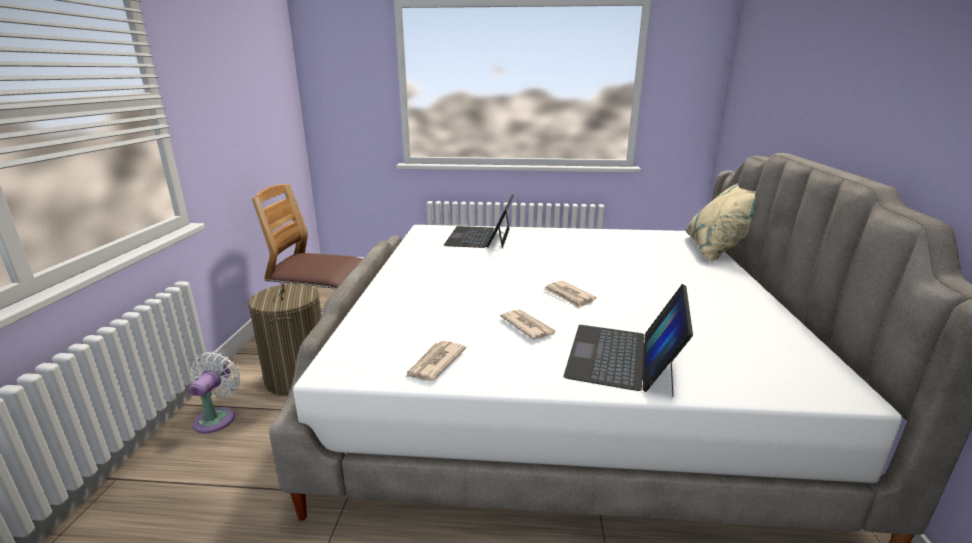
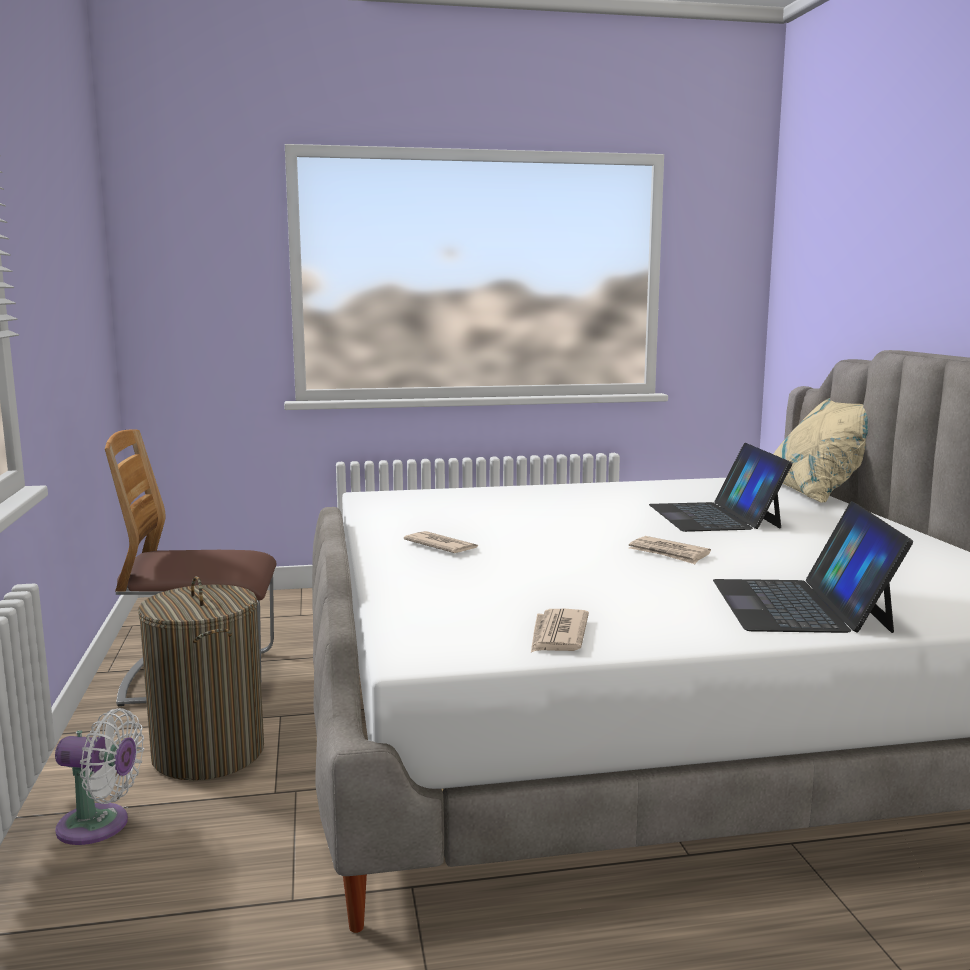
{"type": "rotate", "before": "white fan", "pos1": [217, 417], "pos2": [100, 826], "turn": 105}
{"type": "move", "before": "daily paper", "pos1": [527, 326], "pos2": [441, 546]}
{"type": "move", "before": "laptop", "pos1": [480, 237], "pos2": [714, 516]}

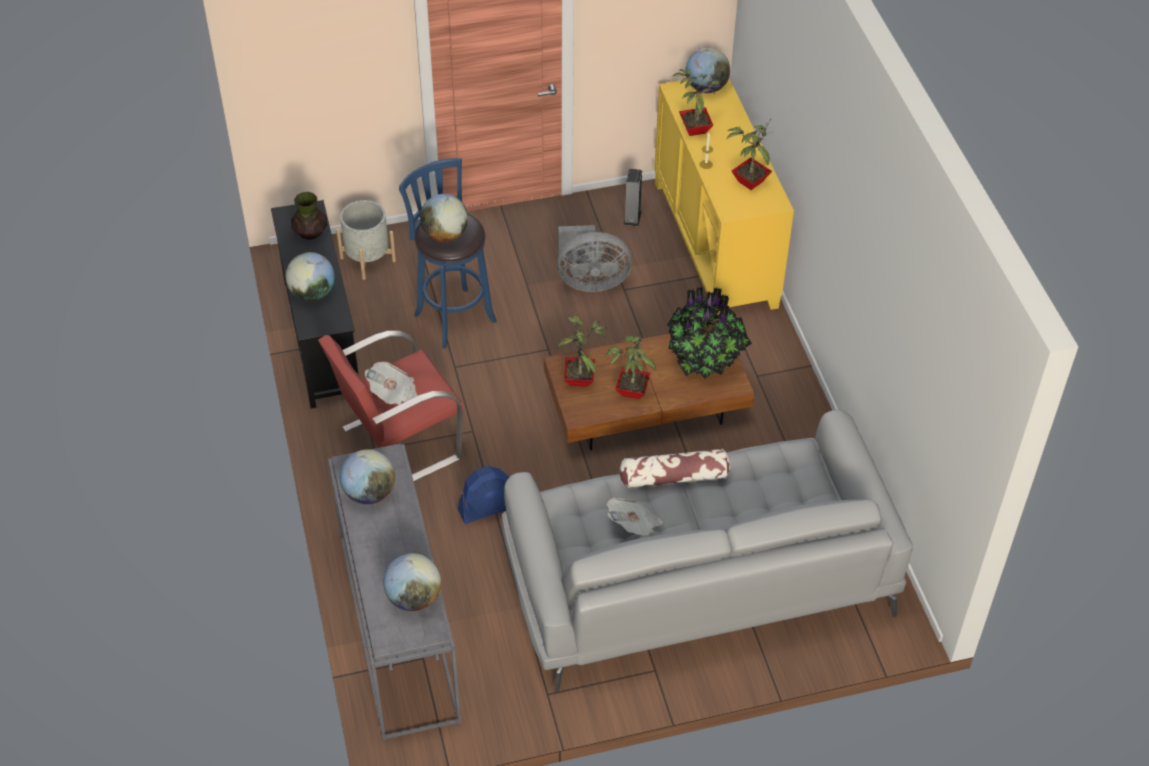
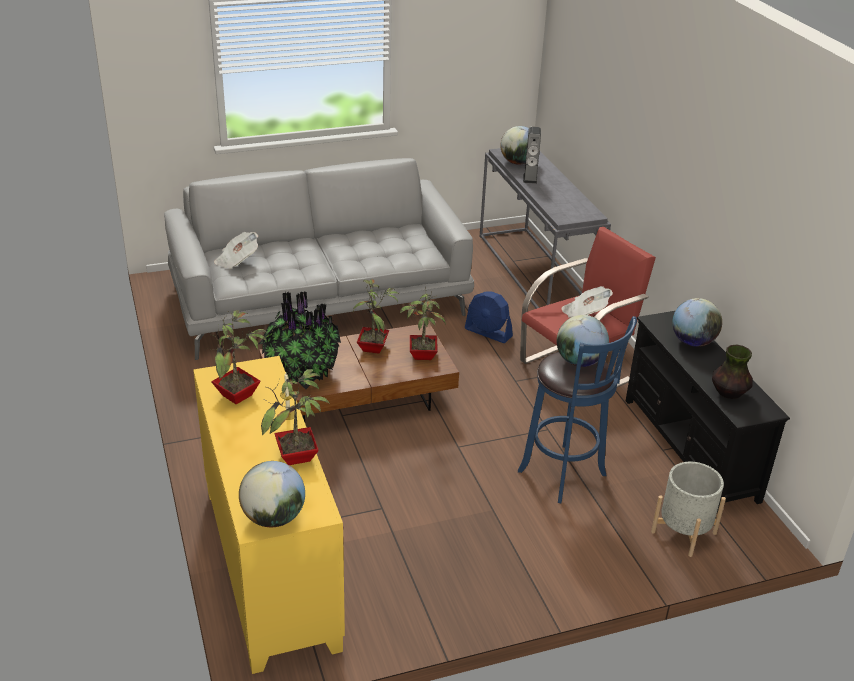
{"type": "move", "before": "daily paper", "pos1": [634, 525], "pos2": [237, 261]}
{"type": "rotate", "before": "blue-coloured fan", "pos1": [488, 508], "pos2": [488, 333], "turn": -120}
{"type": "move", "before": "speaker", "pos1": [632, 217], "pos2": [530, 178]}
{"type": "delete", "before": "globe", "pos1": [369, 493]}
{"type": "delete", "before": "grey fan", "pos1": [590, 281]}
{"type": "delete", "before": "cushion", "pos1": [674, 477]}

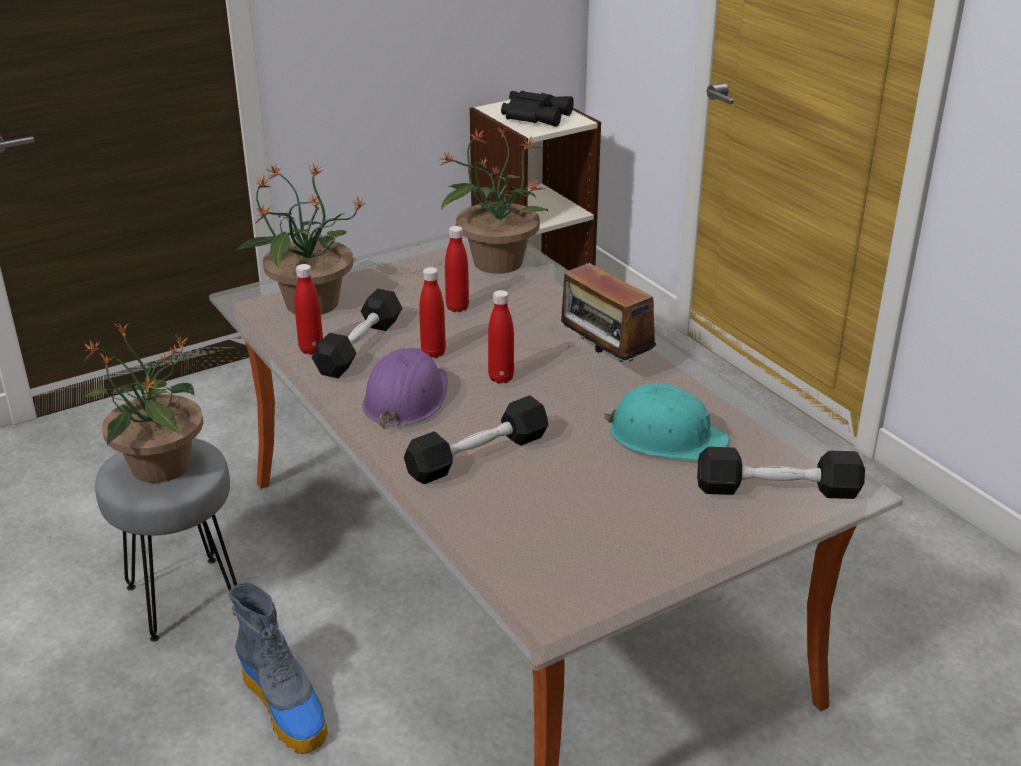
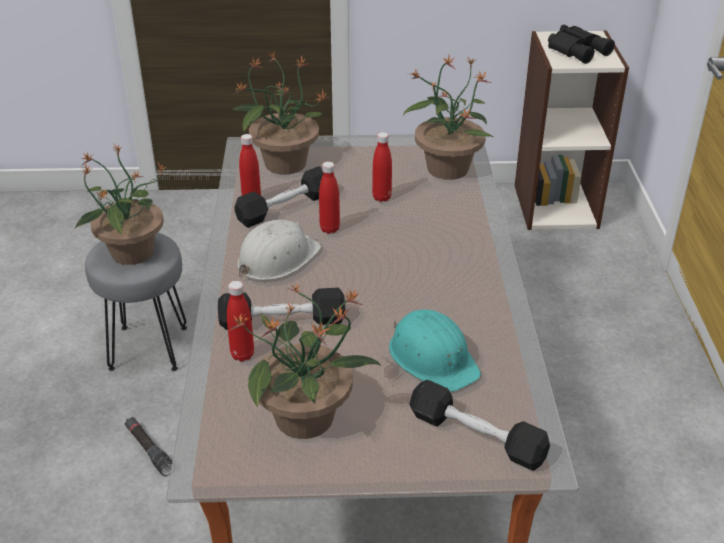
{"type": "replace", "before": "boot", "after": "black hand torch", "pos1": [285, 707], "pos2": [149, 450]}
{"type": "move", "before": "red drink bottle", "pos1": [501, 378], "pos2": [242, 355]}
{"type": "insert", "after": "houseplant", "pos2": [306, 418]}
{"type": "recolor", "before": "purplish work helmet", "after": "white work helmet", "pos1": [406, 398], "pos2": [277, 258]}
{"type": "delete", "before": "radio", "pos1": [604, 362]}

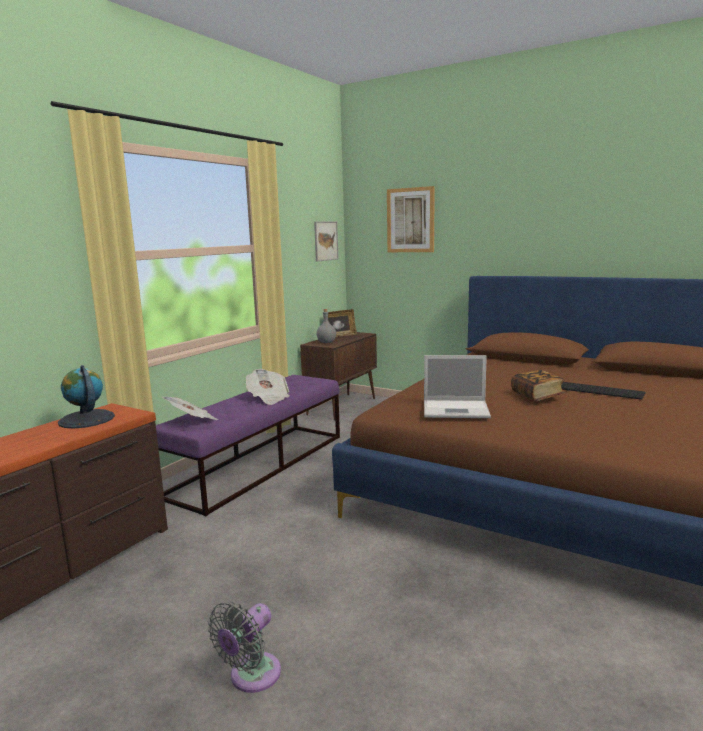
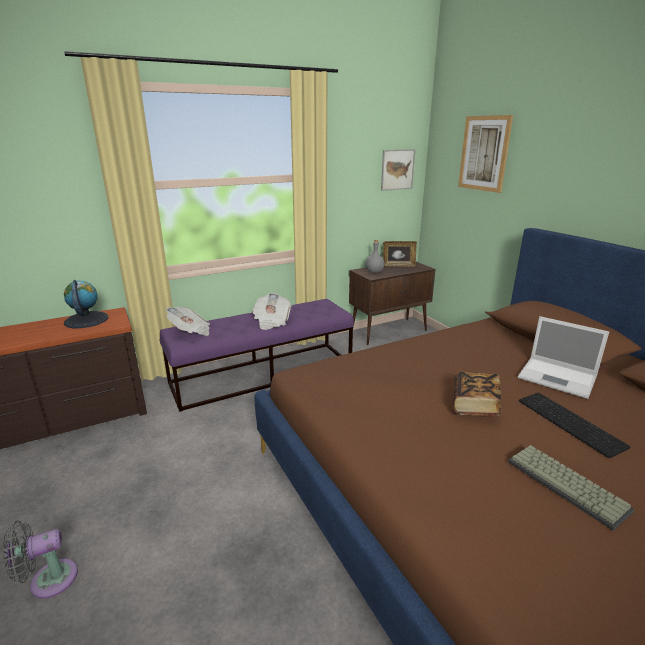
{"type": "insert", "after": "PC keyboard", "pos2": [568, 485]}
{"type": "move", "before": "laptop", "pos1": [457, 409], "pos2": [558, 377]}

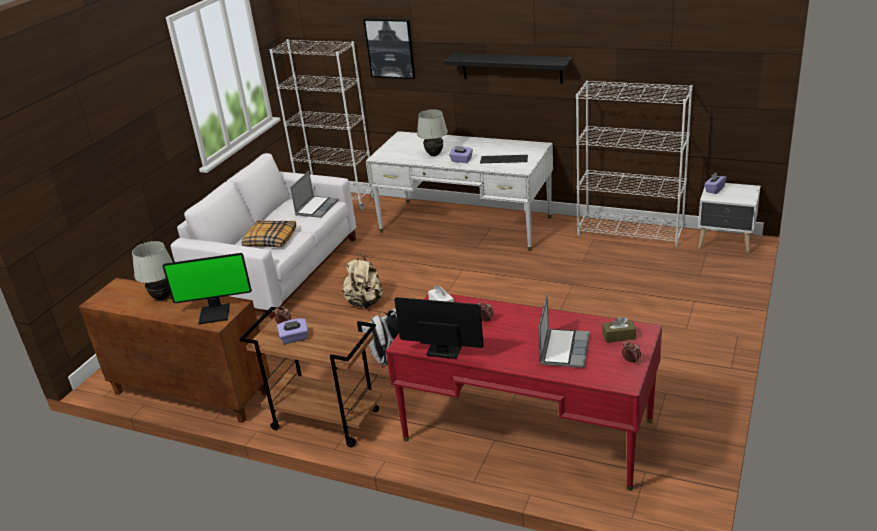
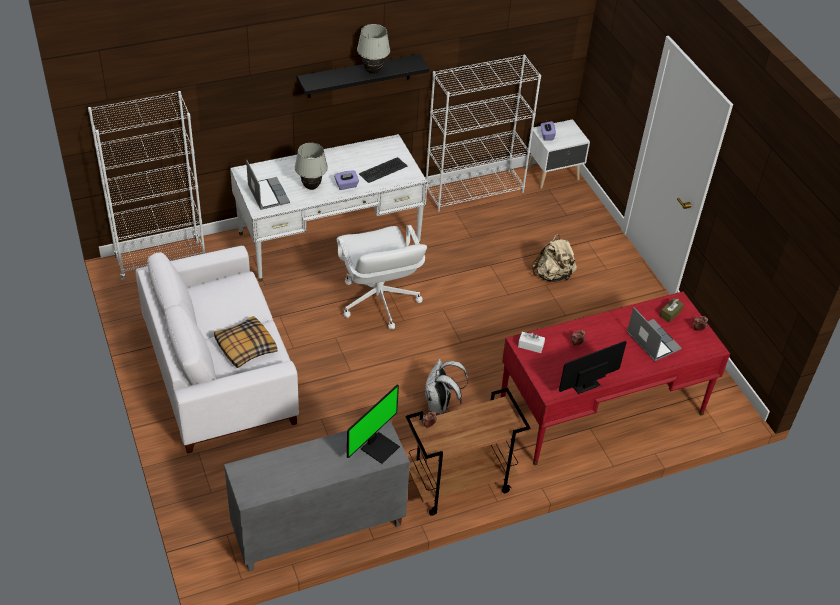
{"type": "recolor", "before": "brown-coloured cupboard", "after": "grey cupboard", "pos1": [190, 393], "pos2": [318, 530]}
{"type": "move", "before": "laptop", "pos1": [316, 207], "pos2": [267, 194]}
{"type": "insert", "after": "white desk chair", "pos2": [378, 302]}
{"type": "move", "before": "white tabletop lamp", "pos1": [162, 298], "pos2": [373, 71]}
{"type": "move", "before": "beige-coloured rucksack", "pos1": [365, 303], "pos2": [553, 275]}
{"type": "delete", "before": "purplish tissue box", "pos1": [294, 338]}
{"type": "delete", "before": "wall art", "pos1": [390, 48]}

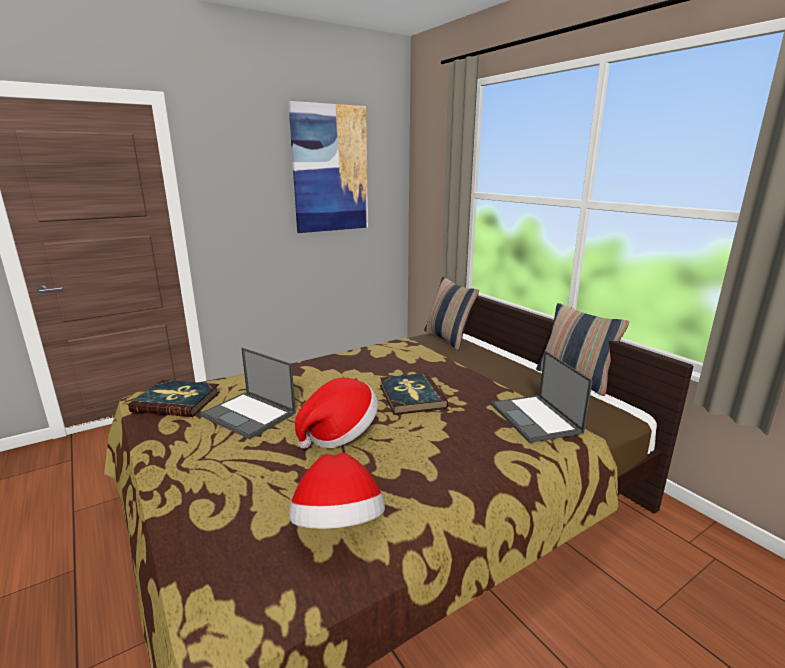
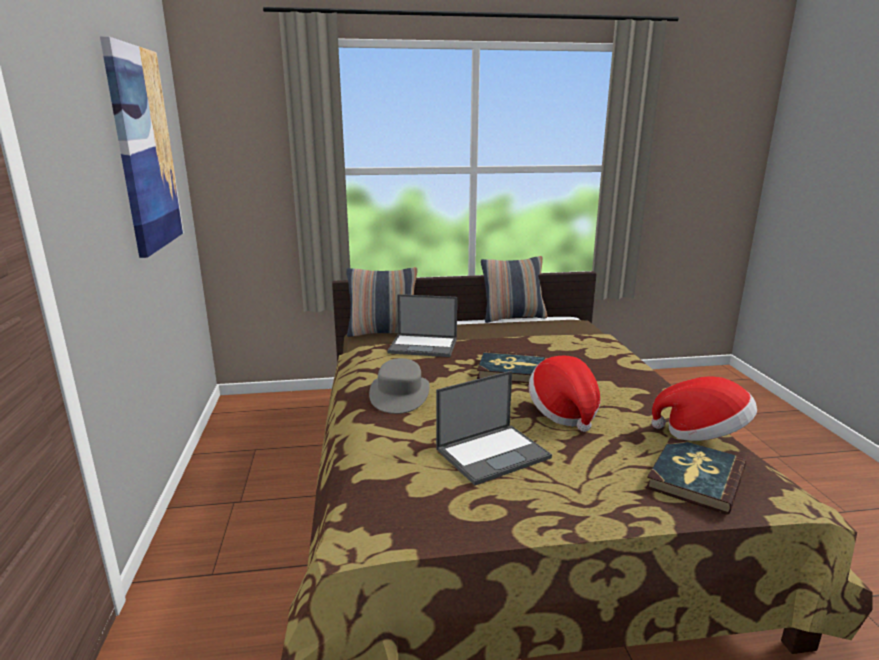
{"type": "insert", "after": "grey wearable hat", "pos2": [400, 394]}
{"type": "move", "before": "laptop", "pos1": [536, 419], "pos2": [424, 346]}
{"type": "move", "before": "book", "pos1": [177, 401], "pos2": [695, 478]}

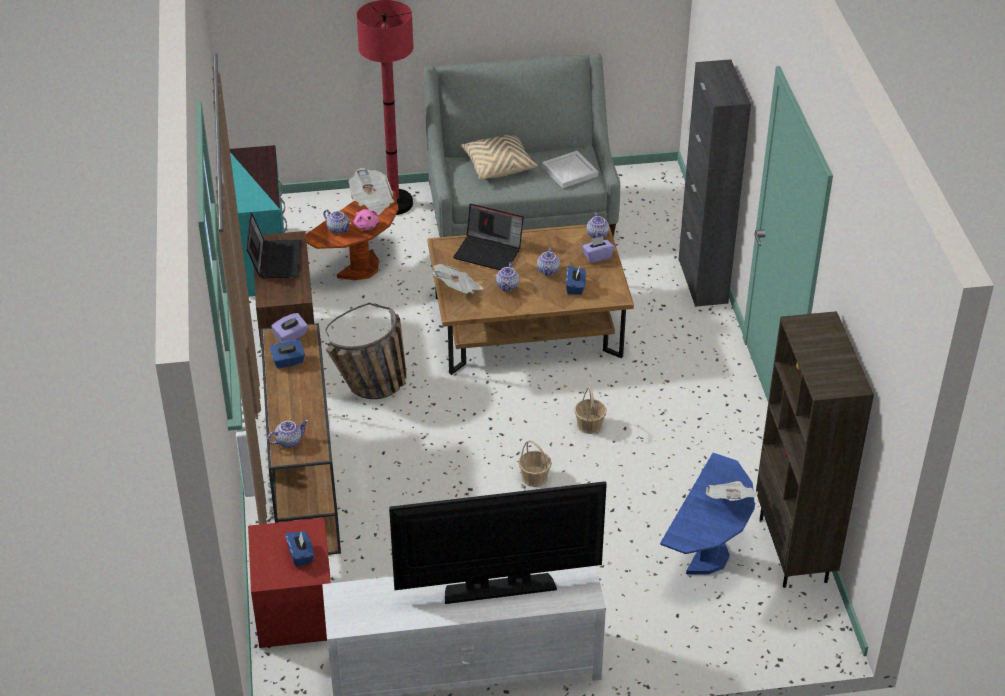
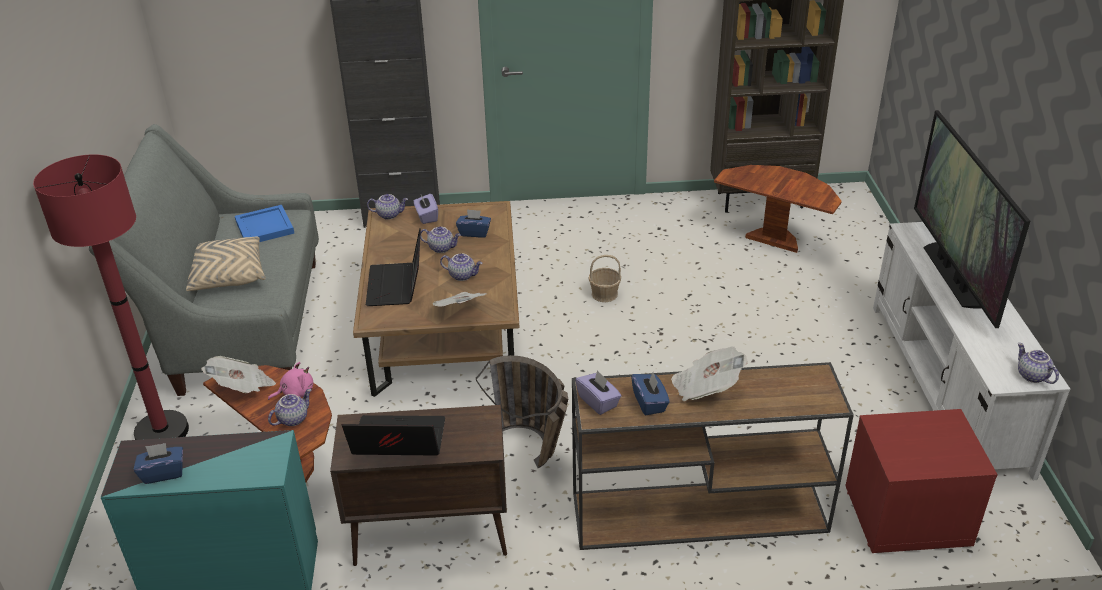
{"type": "move", "before": "blue-coloured tissue box", "pos1": [301, 555], "pos2": [163, 473]}
{"type": "recolor", "before": "white serving tray", "after": "blue-coloured serving tray", "pos1": [570, 171], "pos2": [263, 227]}
{"type": "rotate", "before": "laptop", "pos1": [489, 252], "pos2": [397, 286], "turn": 150}
{"type": "move", "before": "daily paper", "pos1": [730, 501], "pos2": [706, 388]}
{"type": "recolor", "before": "blue-coloured side table", "after": "brown-coloured side table", "pos1": [707, 556], "pos2": [774, 240]}
{"type": "move", "before": "tea pot", "pos1": [289, 441], "pos2": [1031, 376]}
{"type": "delete", "before": "basket", "pos1": [534, 477]}

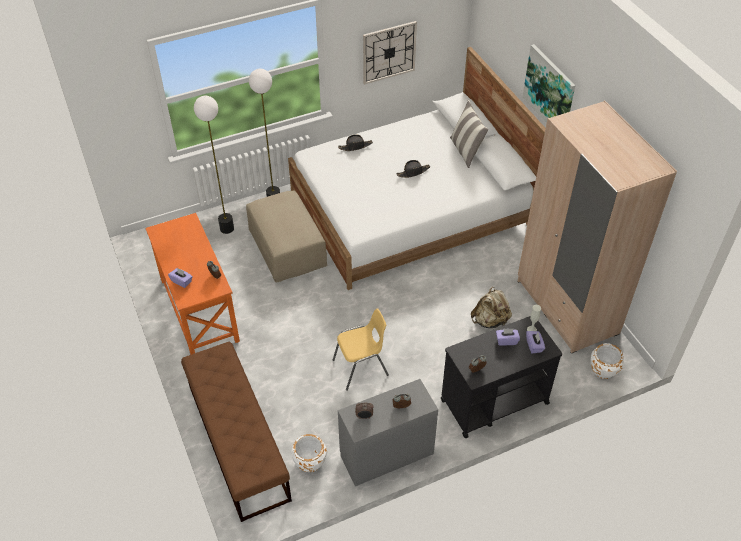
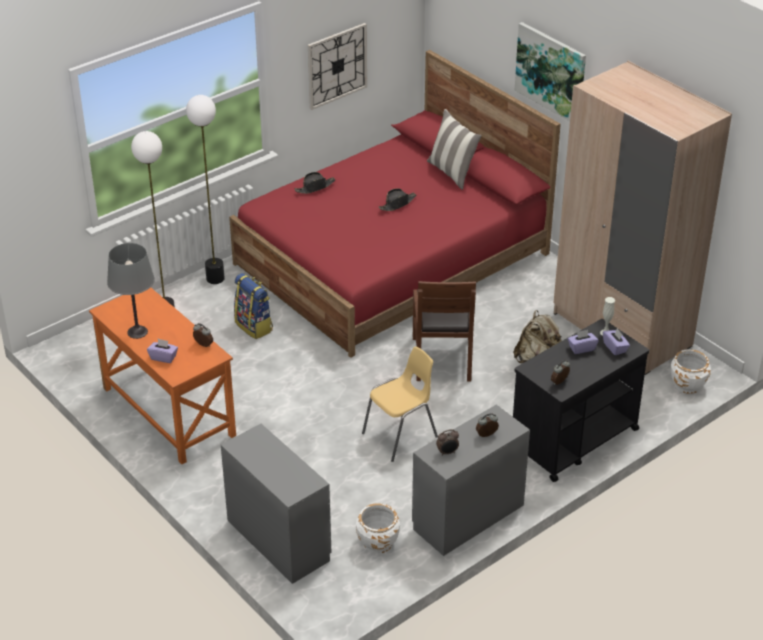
{"type": "insert", "after": "grey tabletop lamp", "pos2": [137, 332]}
{"type": "replace", "before": "brown-coloured long seat", "after": "grey drawer chest", "pos1": [238, 441], "pos2": [279, 539]}
{"type": "recolor", "before": "white bed", "after": "red bed", "pos1": [410, 208], "pos2": [393, 259]}
{"type": "replace", "before": "beige-coloured ottoman", "after": "rucksack", "pos1": [287, 248], "pos2": [254, 326]}
{"type": "insert", "after": "brown-coloured chair", "pos2": [442, 358]}

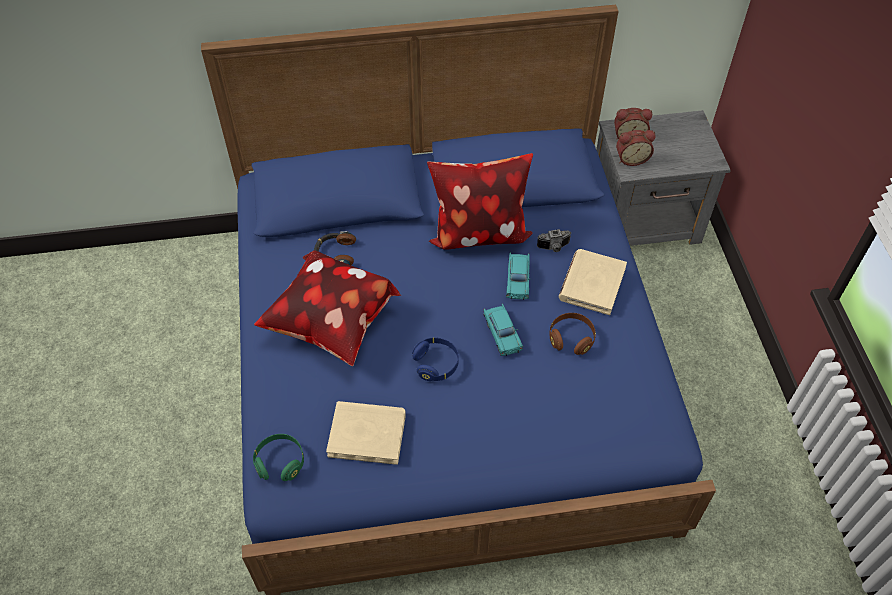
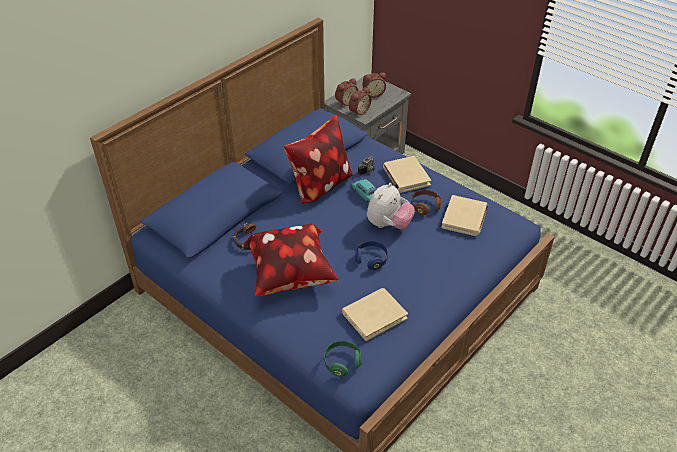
{"type": "insert", "after": "bedside clock", "pos2": [373, 94]}
{"type": "replace", "before": "turquoise-coloured miniature car", "after": "soft toy", "pos1": [502, 333], "pos2": [388, 224]}
{"type": "insert", "after": "beige-coloured book", "pos2": [464, 218]}

